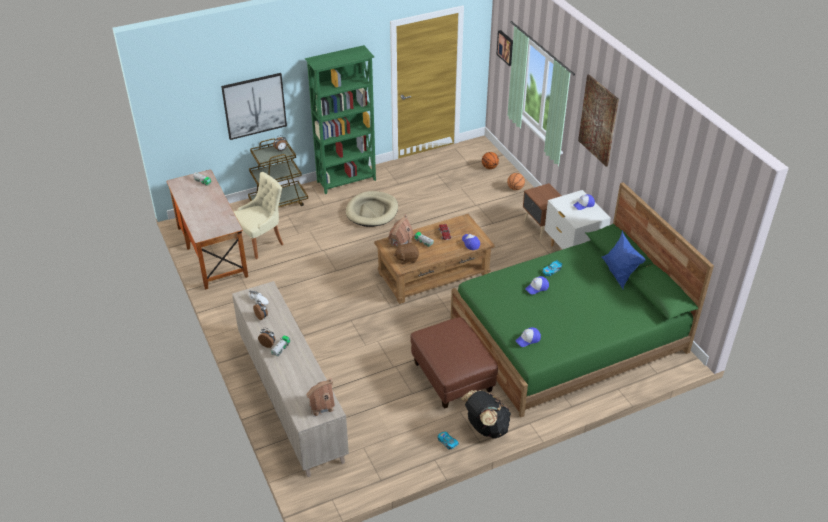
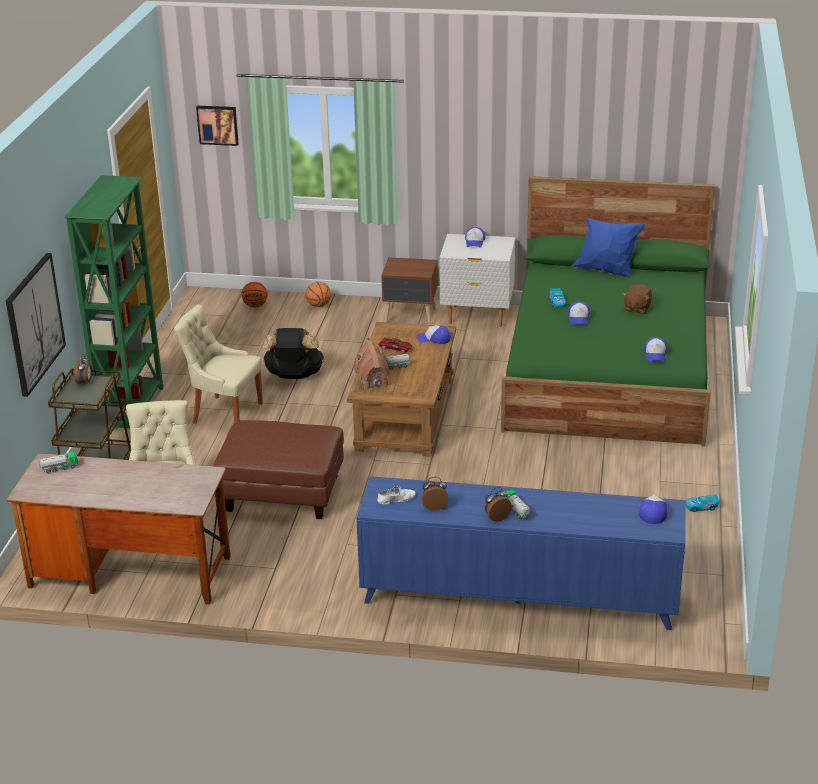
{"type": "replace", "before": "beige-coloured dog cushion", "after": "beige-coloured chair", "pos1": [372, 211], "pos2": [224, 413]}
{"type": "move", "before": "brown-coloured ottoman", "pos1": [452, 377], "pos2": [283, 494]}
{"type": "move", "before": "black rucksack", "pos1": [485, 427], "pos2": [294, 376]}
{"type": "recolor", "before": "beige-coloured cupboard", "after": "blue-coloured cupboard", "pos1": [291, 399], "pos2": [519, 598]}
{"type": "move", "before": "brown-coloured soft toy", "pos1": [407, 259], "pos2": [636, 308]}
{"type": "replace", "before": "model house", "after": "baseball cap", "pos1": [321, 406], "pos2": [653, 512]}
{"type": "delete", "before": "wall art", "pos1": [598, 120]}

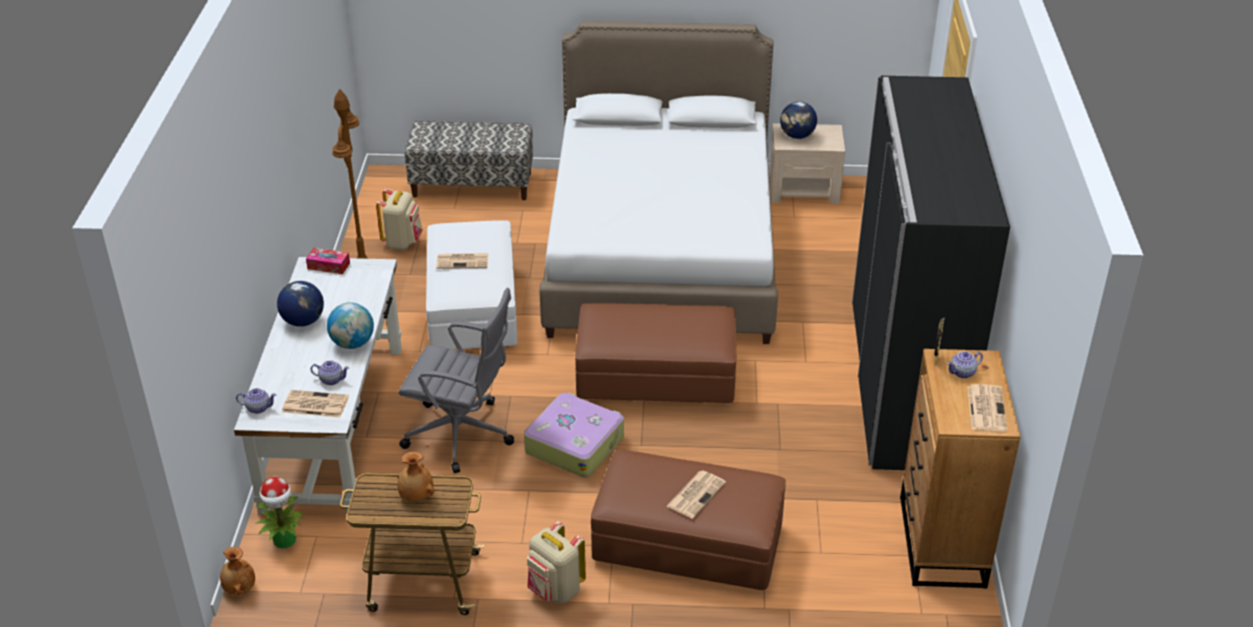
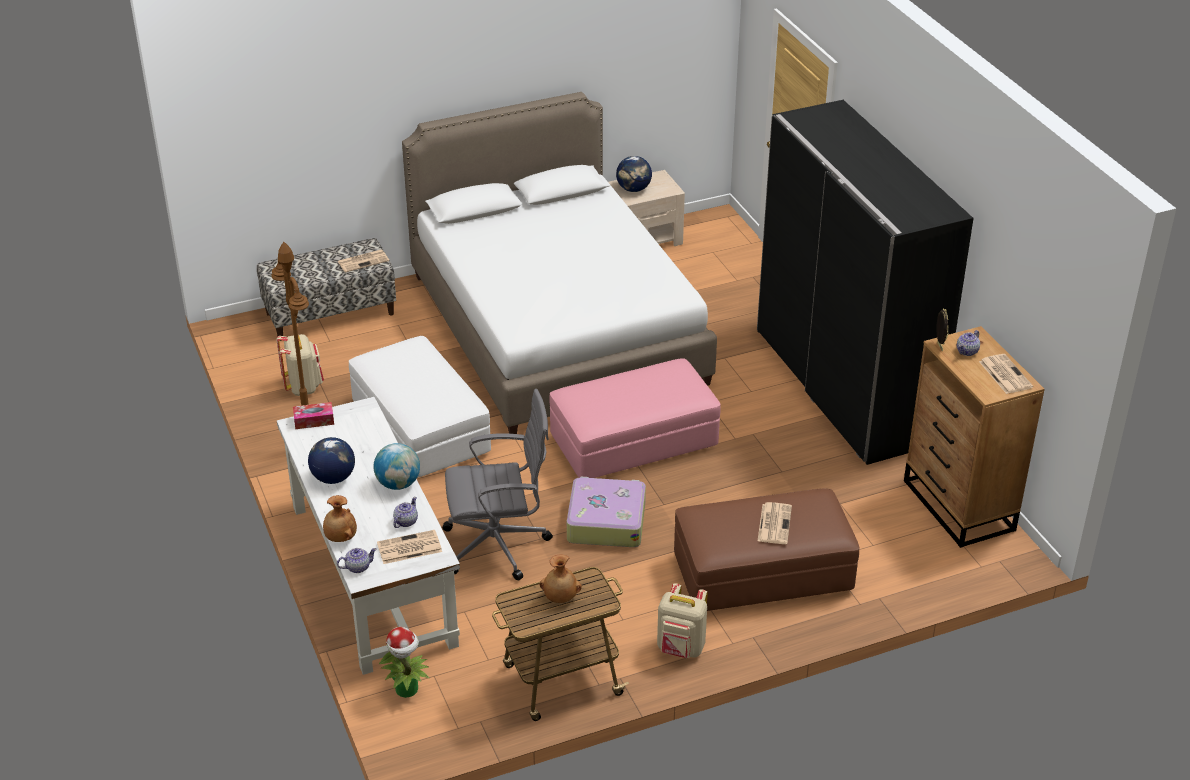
{"type": "move", "before": "brown-coloured flower vase", "pos1": [239, 588], "pos2": [340, 537]}
{"type": "move", "before": "daily paper", "pos1": [463, 261], "pos2": [363, 261]}
{"type": "rotate", "before": "tea pot", "pos1": [331, 380], "pos2": [405, 522], "turn": -45}
{"type": "recolor", "before": "brown-coloured ottoman", "after": "pinkish ottoman", "pos1": [656, 377], "pos2": [633, 442]}

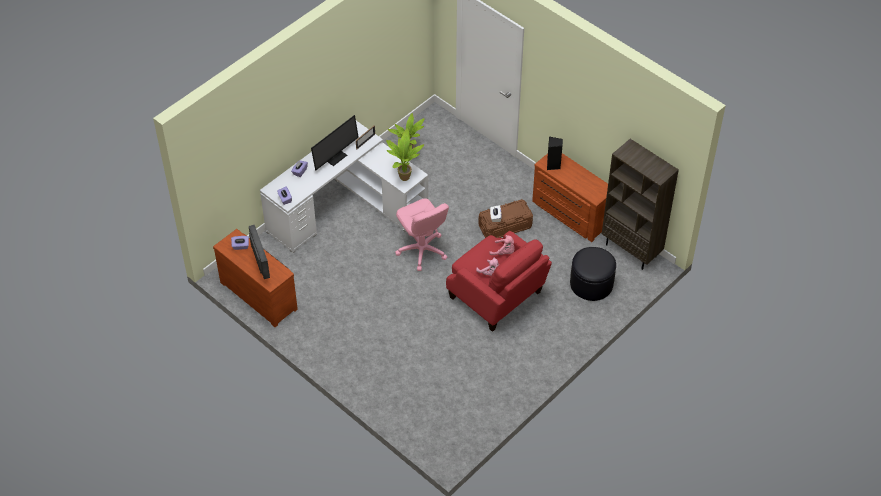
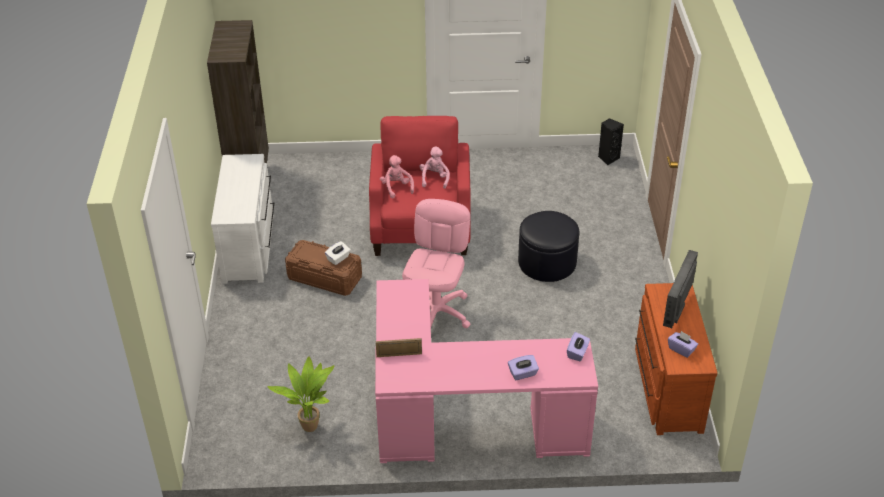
{"type": "recolor", "before": "brown-coloured drawer chest", "after": "white drawer chest", "pos1": [569, 214], "pos2": [250, 247]}
{"type": "recolor", "before": "white desk table", "after": "pinkish desk table", "pos1": [346, 206], "pos2": [459, 417]}
{"type": "move", "before": "black ottoman", "pos1": [591, 284], "pos2": [547, 262]}
{"type": "move", "before": "black speaker", "pos1": [553, 165], "pos2": [608, 158]}
{"type": "delete", "before": "monitor", "pos1": [334, 156]}
{"type": "delete", "before": "houseplant", "pos1": [403, 177]}

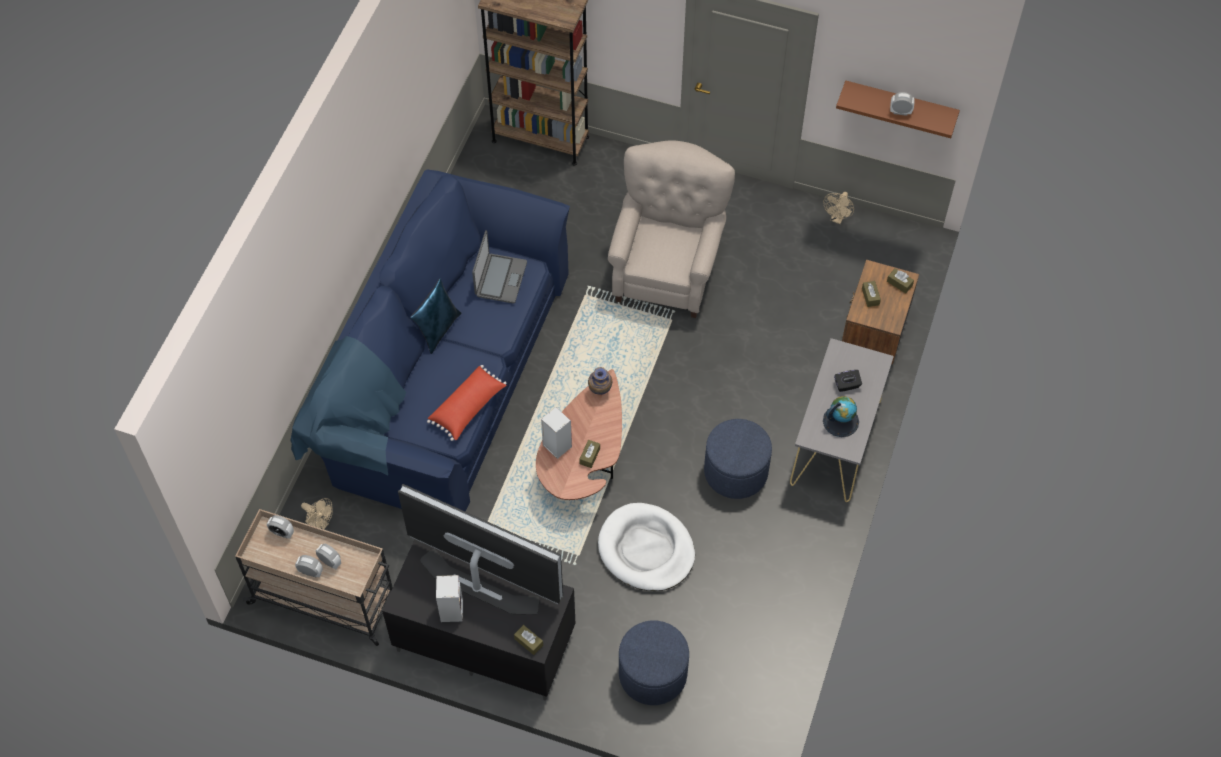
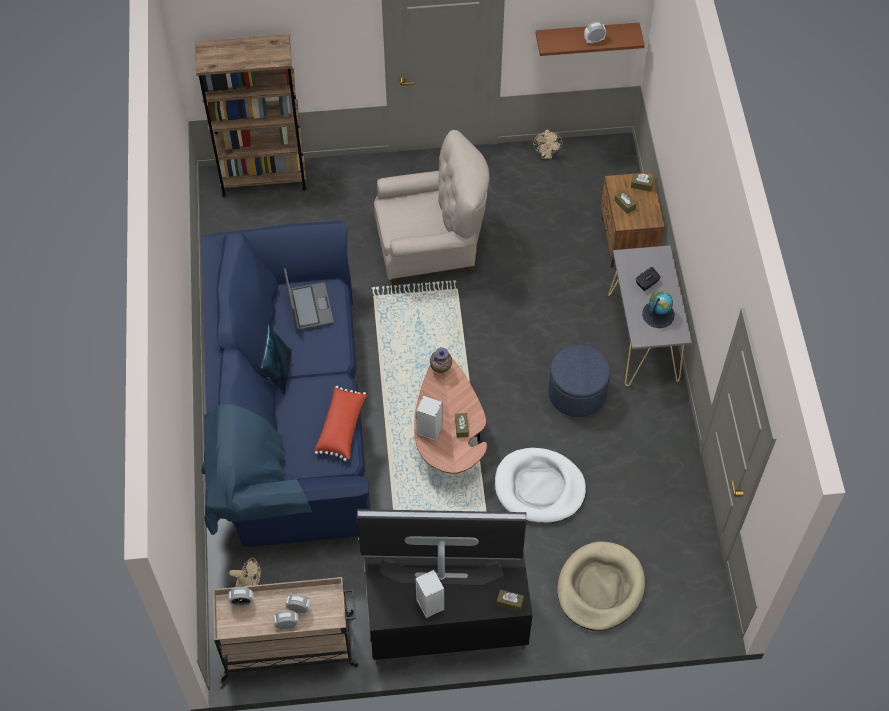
{"type": "rotate", "before": "beige-coloured lounge chair", "pos1": [667, 270], "pos2": [431, 249], "turn": 90}
{"type": "replace", "before": "blue-coloured ottoman", "after": "beige-coloured dog cushion", "pos1": [652, 673], "pos2": [600, 588]}

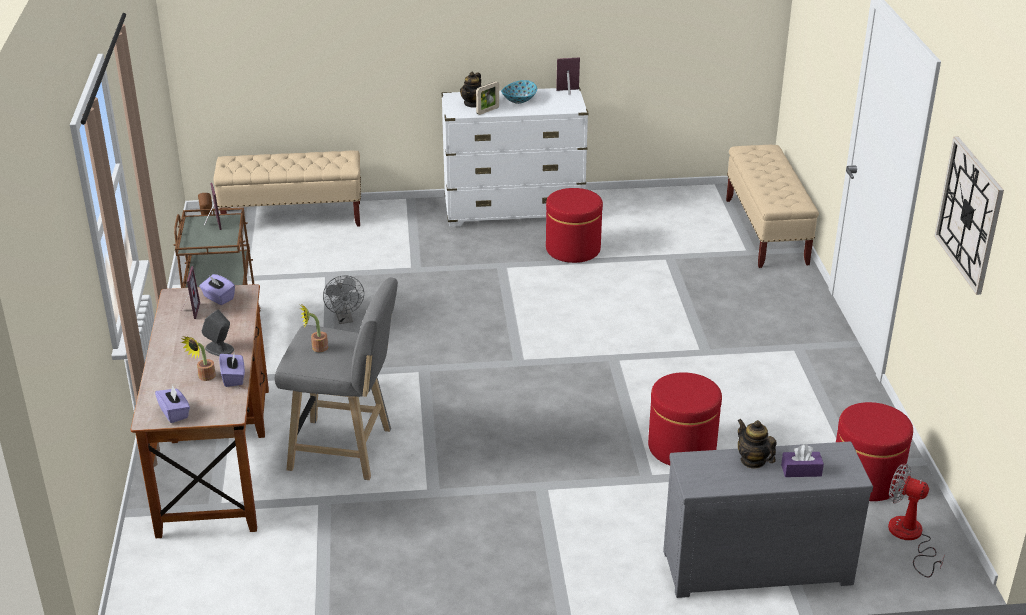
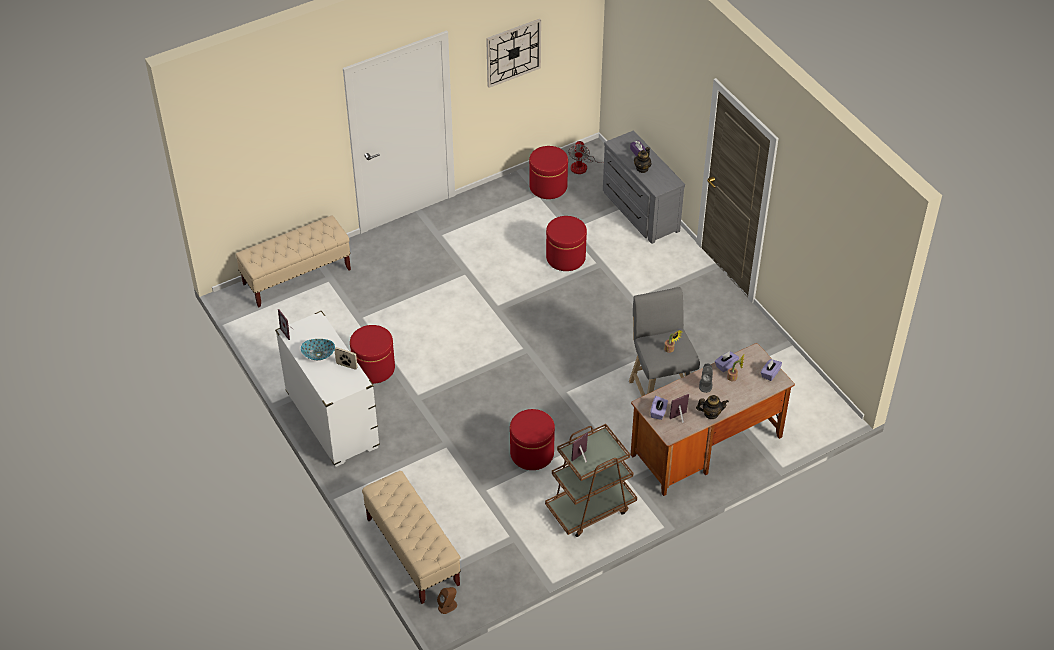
{"type": "replace", "before": "grey fan", "after": "red ottoman", "pos1": [345, 319], "pos2": [532, 453]}
{"type": "move", "before": "tea pot", "pos1": [472, 104], "pos2": [711, 414]}

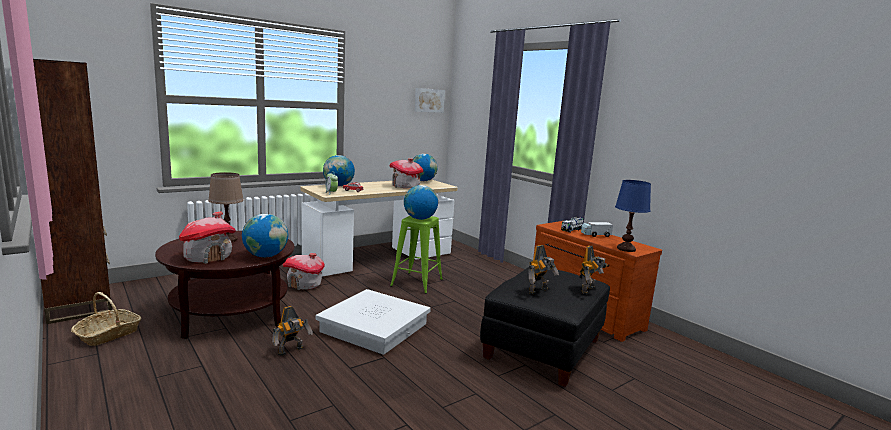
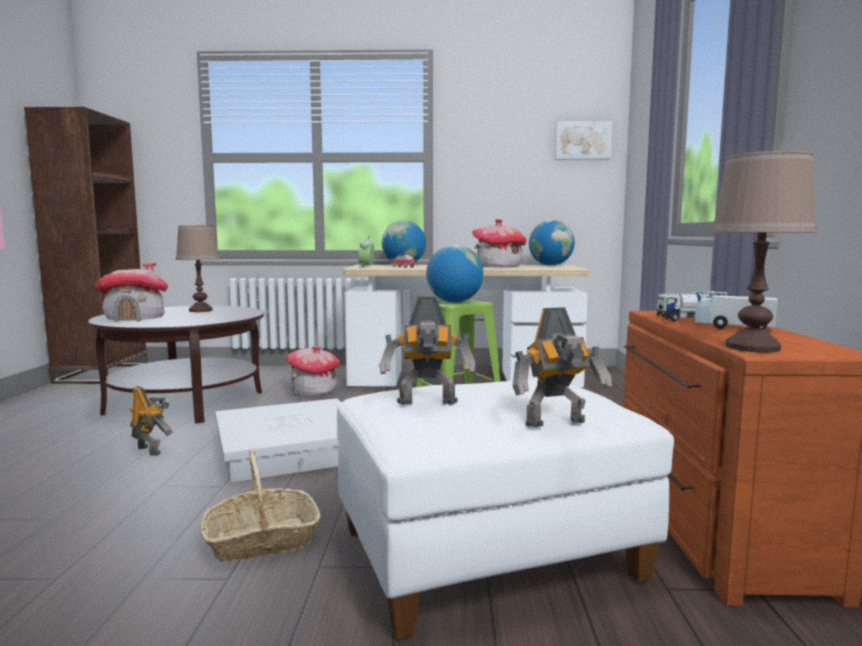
{"type": "rotate", "before": "robot figure", "pos1": [291, 351], "pos2": [150, 450], "turn": -135}
{"type": "move", "before": "basket", "pos1": [108, 334], "pos2": [261, 540]}
{"type": "recolor", "before": "black ottoman", "after": "white ottoman", "pos1": [542, 349], "pos2": [488, 555]}
{"type": "recolor", "before": "blue-coloured tabletop lamp", "after": "brown-coloured tabletop lamp", "pos1": [626, 249], "pos2": [752, 348]}
{"type": "delete", "before": "globe", "pos1": [266, 256]}

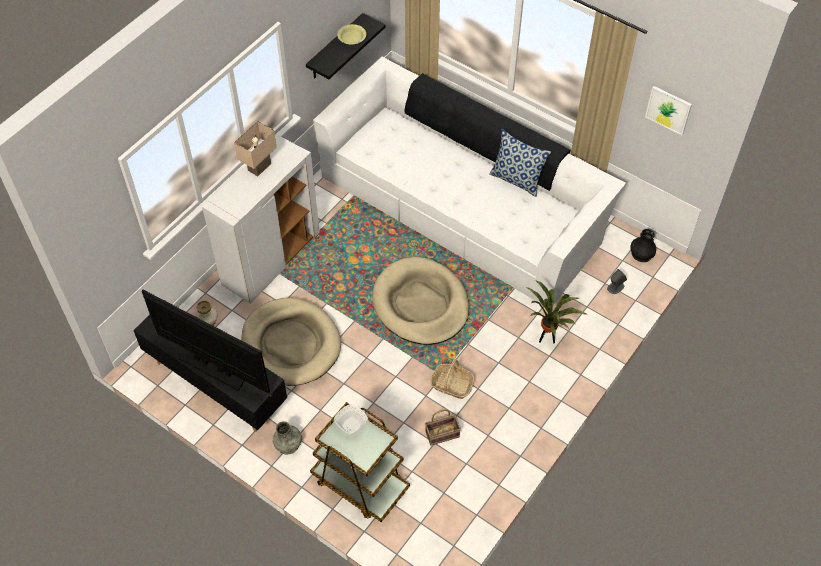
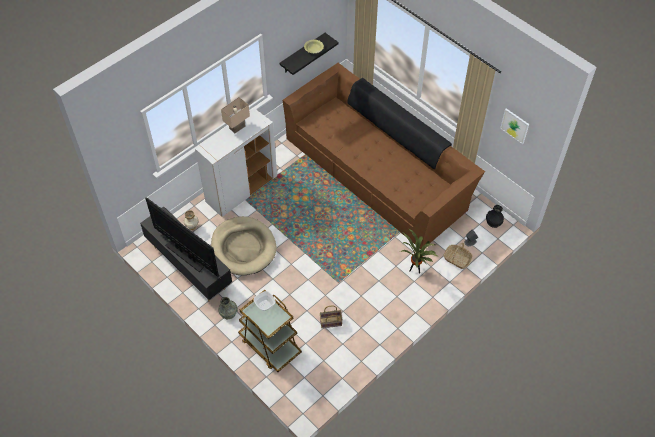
{"type": "recolor", "before": "white sofa", "after": "brown-coloured sofa", "pos1": [464, 204], "pos2": [378, 170]}
{"type": "move", "before": "basket", "pos1": [451, 385], "pos2": [457, 259]}
{"type": "delete", "before": "beige-coloured dog cushion", "pos1": [421, 304]}
{"type": "delete", "before": "cushion", "pos1": [517, 180]}

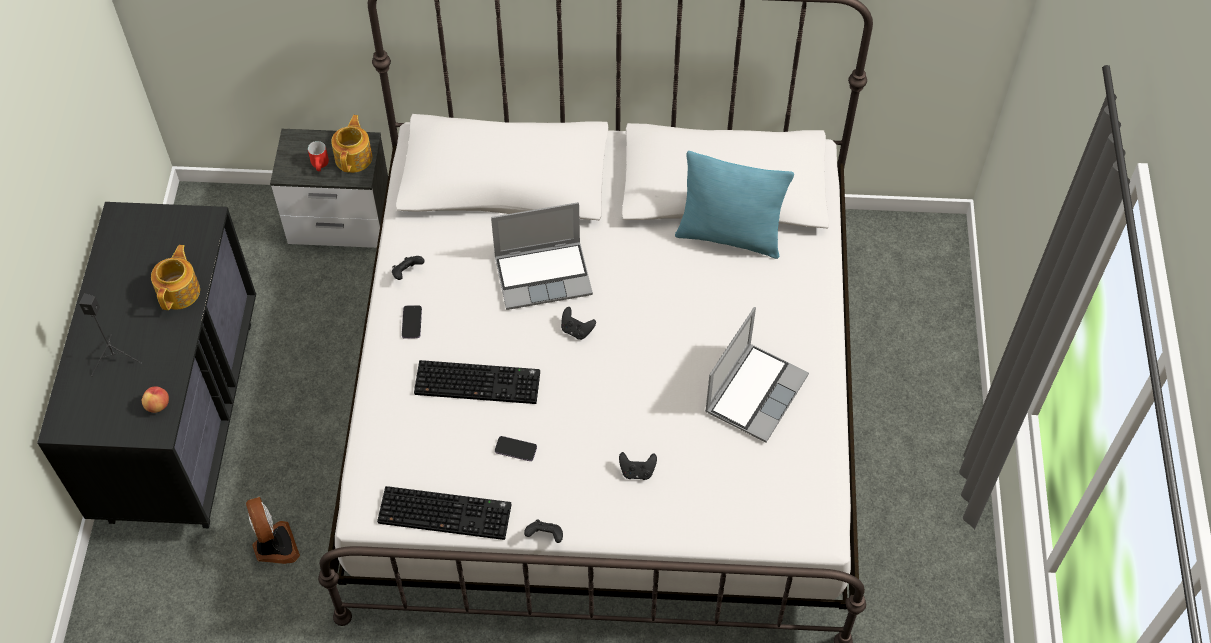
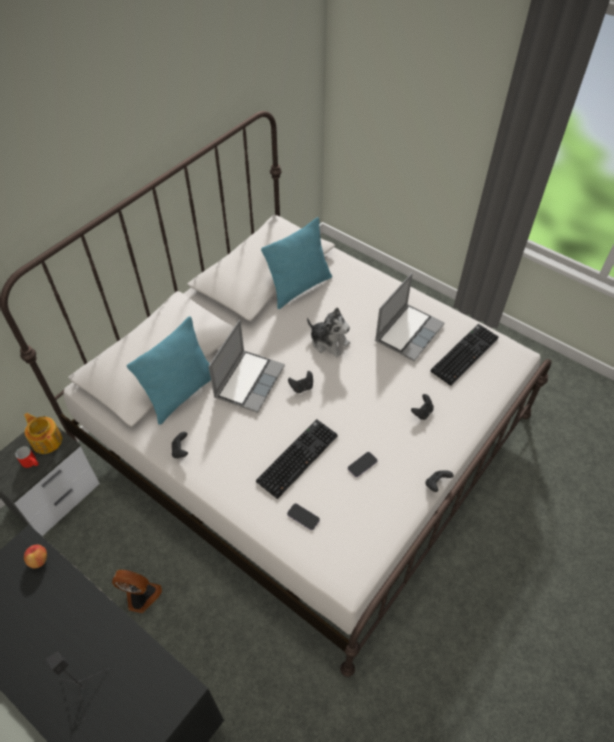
{"type": "move", "before": "apple", "pos1": [158, 405], "pos2": [39, 560]}
{"type": "move", "before": "fan", "pos1": [274, 546], "pos2": [141, 597]}
{"type": "insert", "after": "turquoise-coloured cushion", "pos2": [181, 393]}
{"type": "move", "before": "handset", "pos1": [412, 323], "pos2": [303, 517]}
{"type": "insert", "after": "soft toy", "pos2": [329, 342]}
{"type": "rotate", "before": "laptop", "pos1": [755, 392], "pos2": [408, 332], "turn": 60}
{"type": "move", "before": "PC keyboard", "pos1": [446, 512], "pos2": [464, 353]}
{"type": "delete", "before": "tea pot", "pos1": [180, 291]}

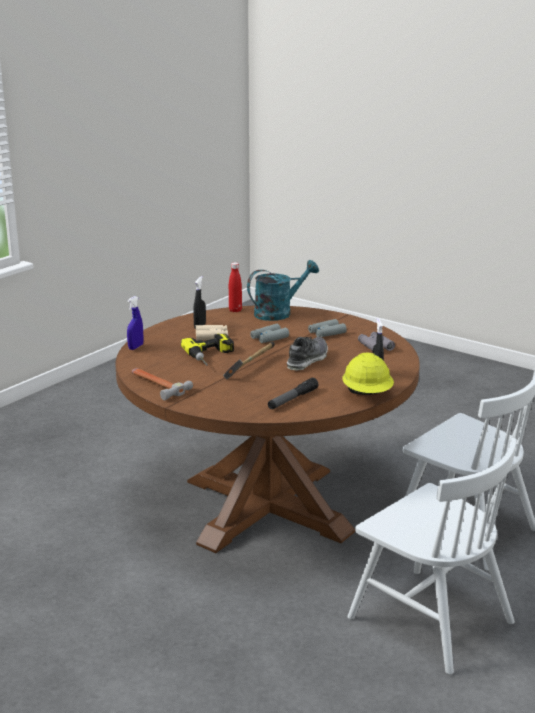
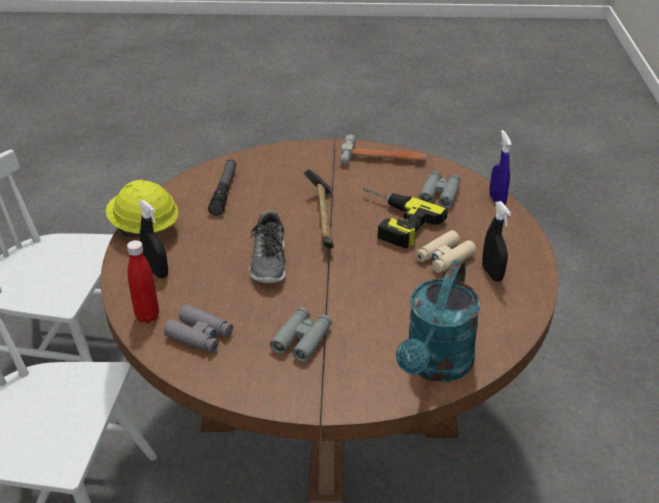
{"type": "move", "before": "red drink bottle", "pos1": [235, 310], "pos2": [147, 316]}
{"type": "move", "before": "grey binoculars", "pos1": [269, 338], "pos2": [440, 194]}

